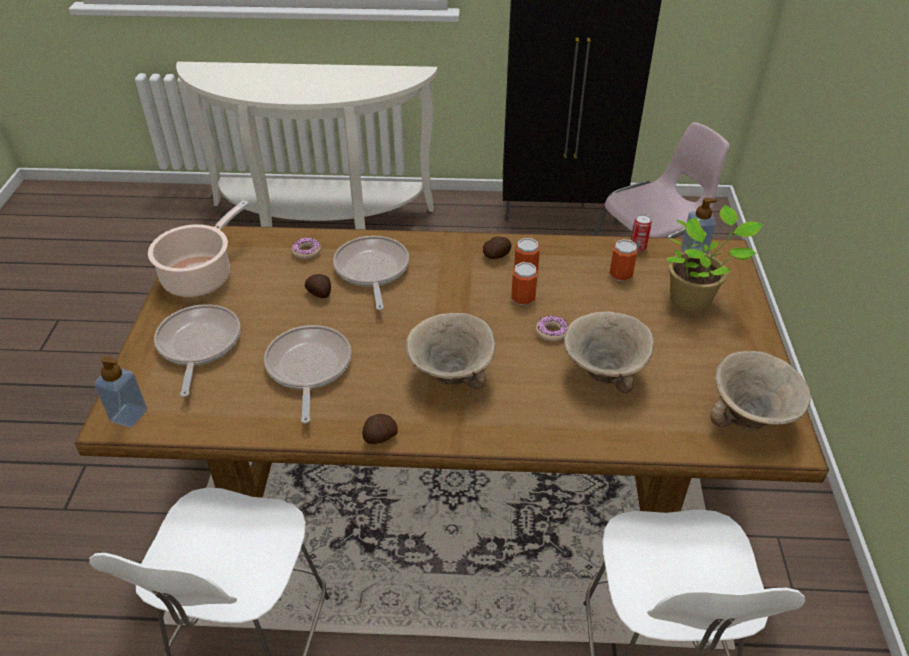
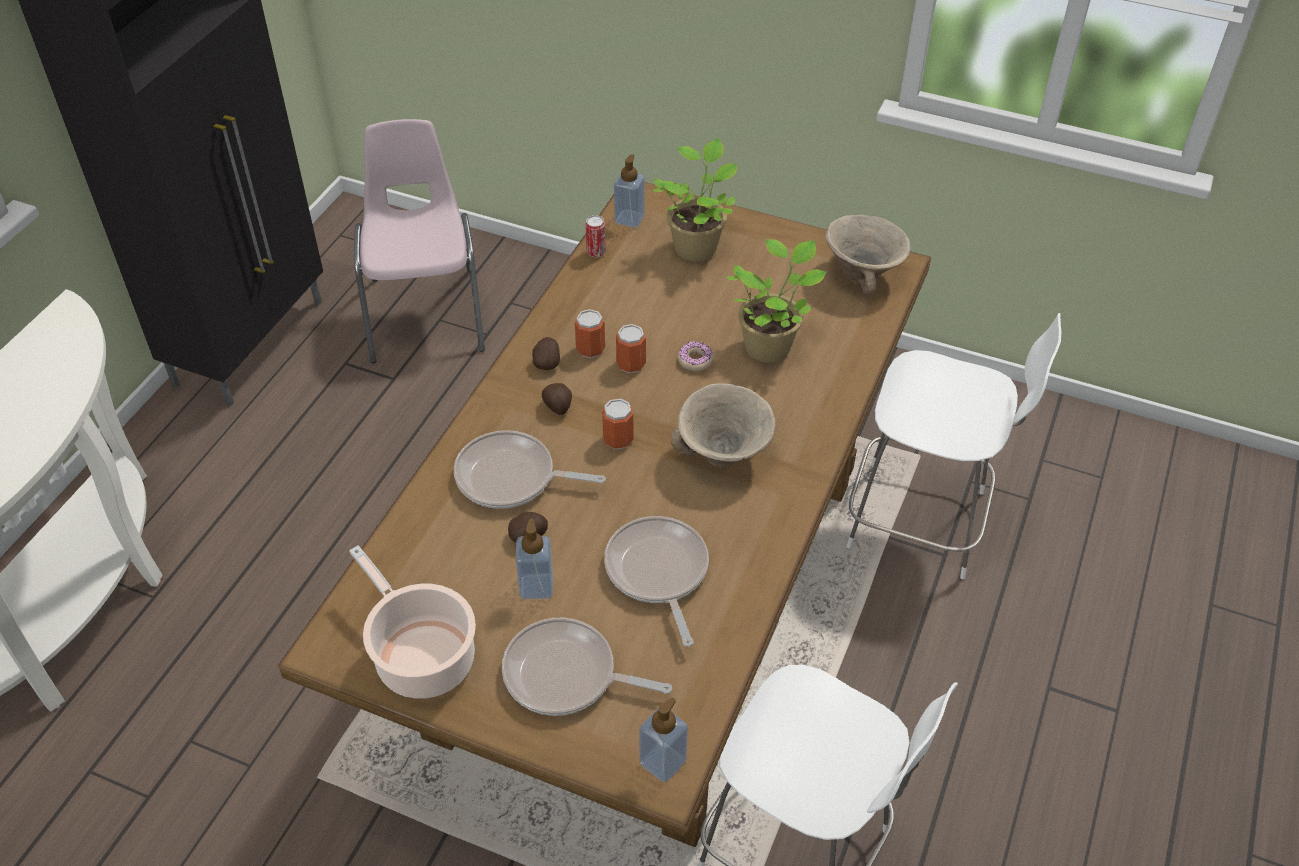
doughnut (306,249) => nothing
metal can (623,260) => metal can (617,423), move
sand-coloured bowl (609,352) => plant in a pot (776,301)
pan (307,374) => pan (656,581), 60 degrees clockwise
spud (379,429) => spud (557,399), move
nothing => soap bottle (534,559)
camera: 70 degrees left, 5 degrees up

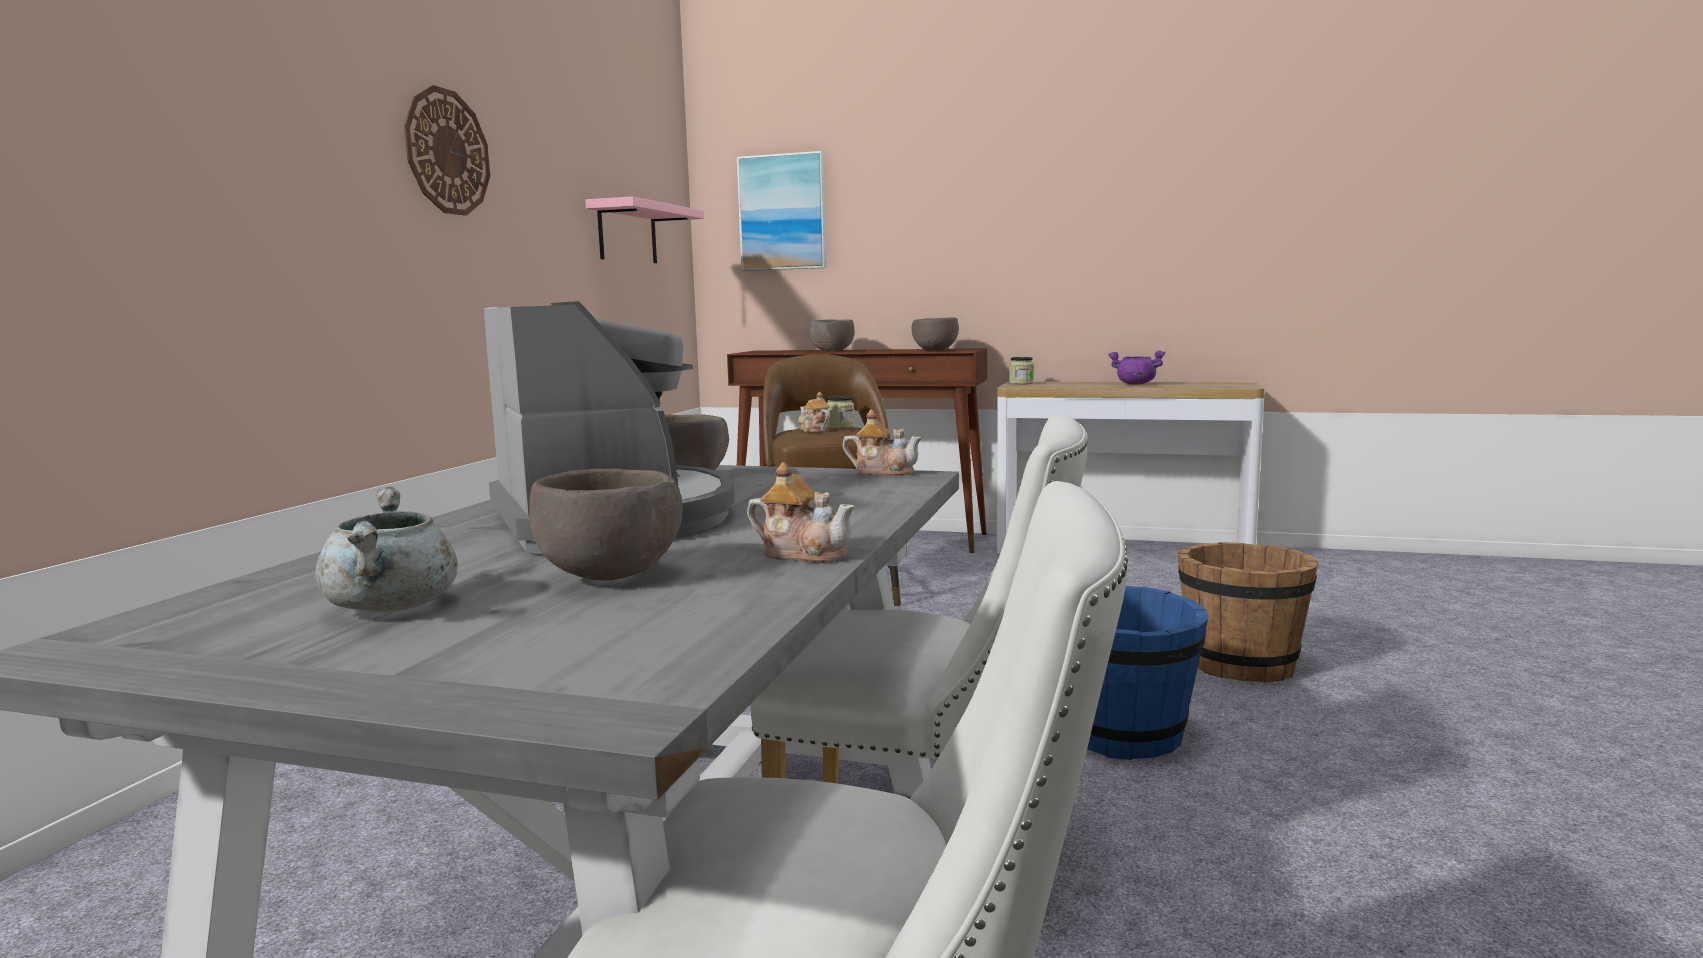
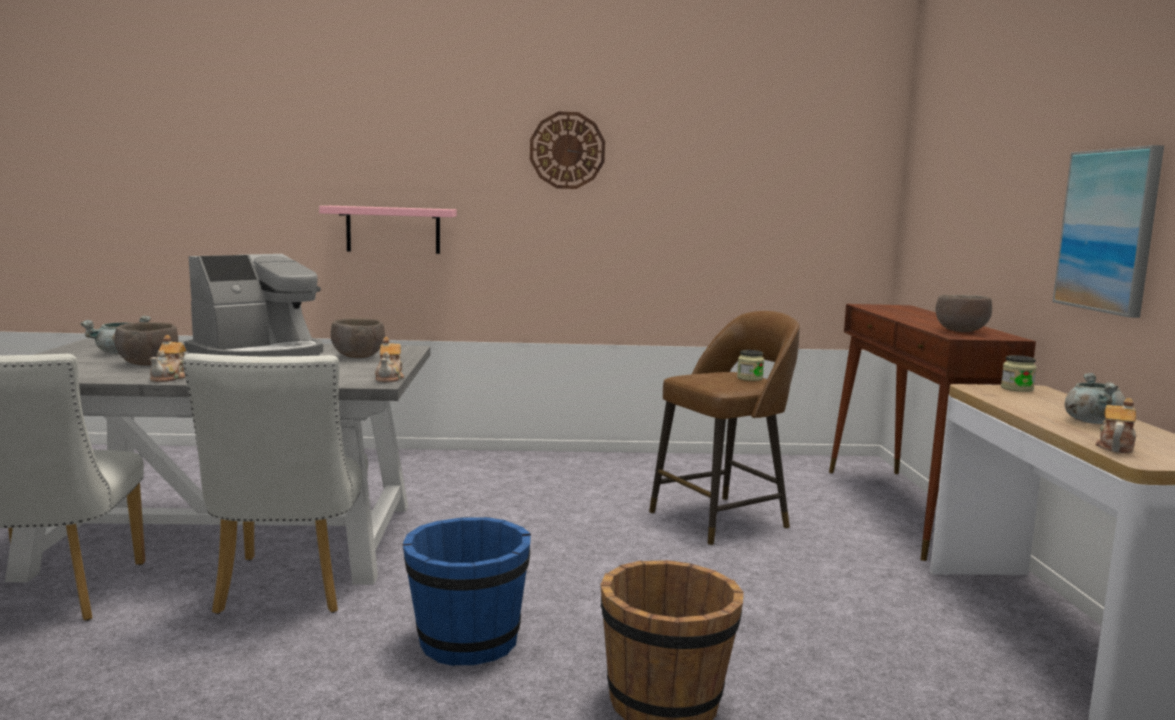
wall art (782,211) => wall art (1108,231), move
pinkish wall shelf (644,229) => pinkish wall shelf (388,230), move
brown-coloured bowl (832,335) => nothing
purple-coloured saucepot (1137,367) => grey saucepot (1095,398)
teapot (814,412) => teapot (1116,425), move
camera: 70 degrees right, 0 degrees up

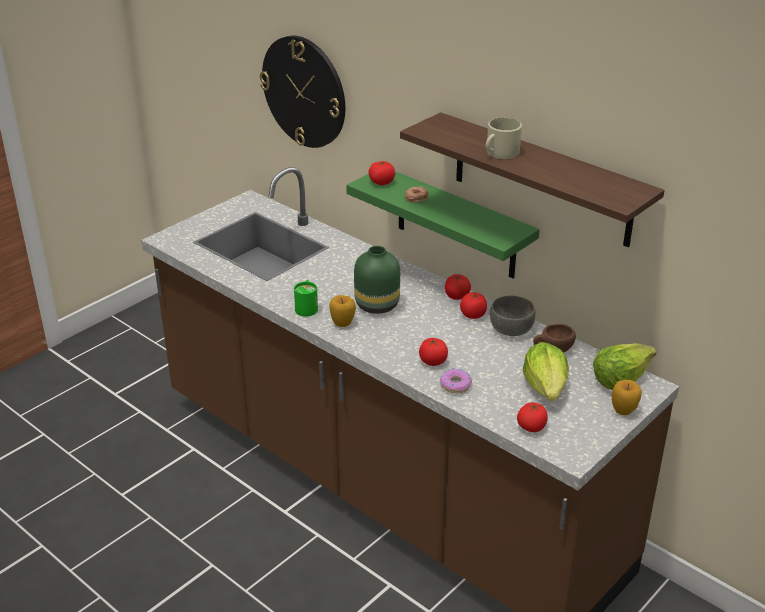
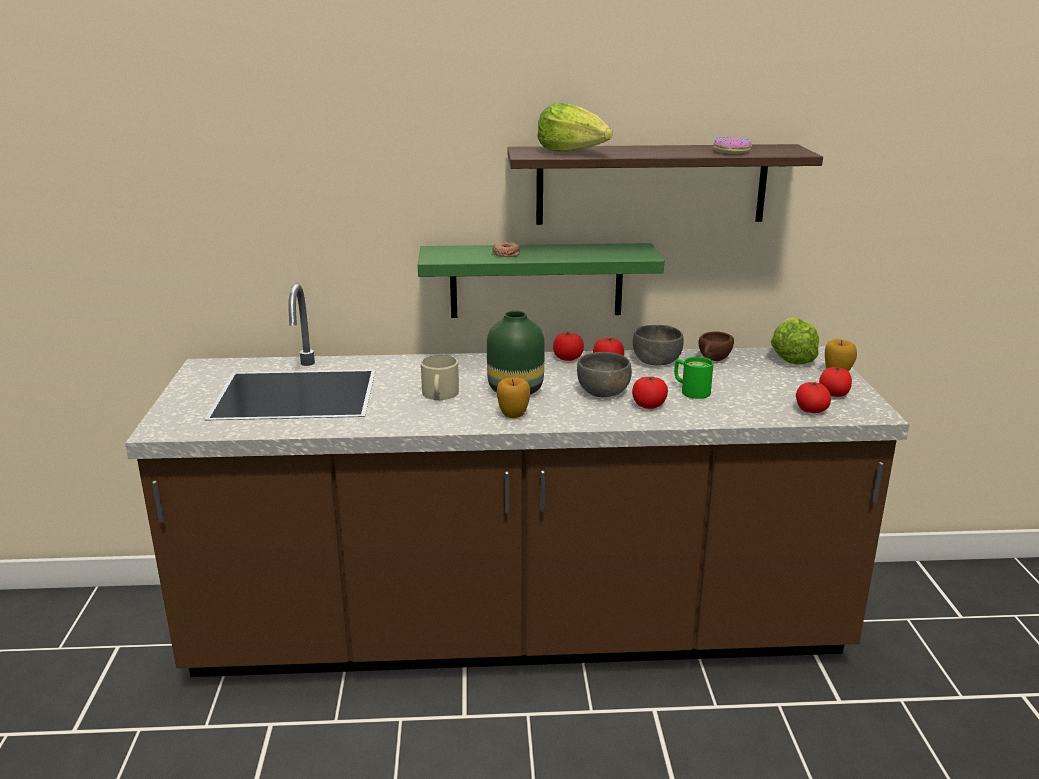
clock on the wall (302,91) => nothing
sand-coloured tea mug (504,138) => sand-coloured tea mug (440,377), move
fresh tomato (381,173) => fresh tomato (835,381), move
greenish tea mug (306,298) => greenish tea mug (694,378), move
head of lettuce (546,371) => head of lettuce (575,127), move
doughnut (456,380) => doughnut (732,145), move
nothing => grey bowl (604,374)
camera: 45 degrees left, 10 degrees down

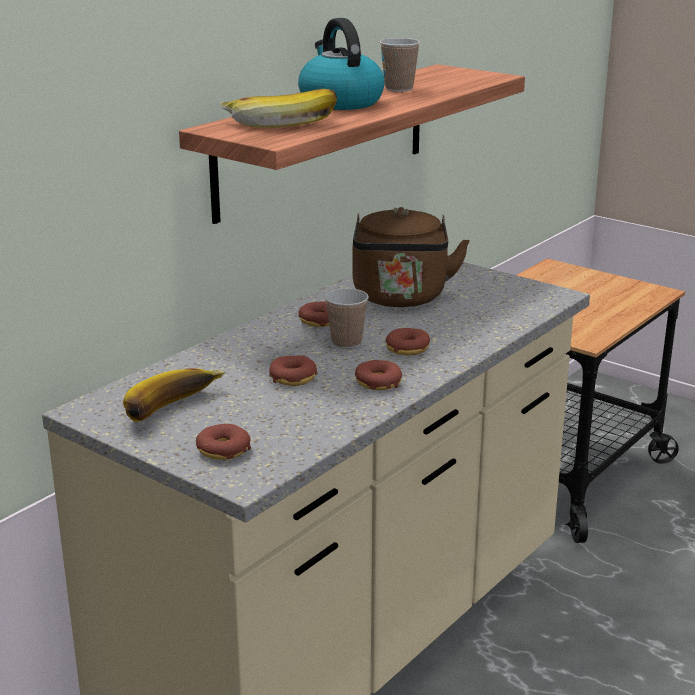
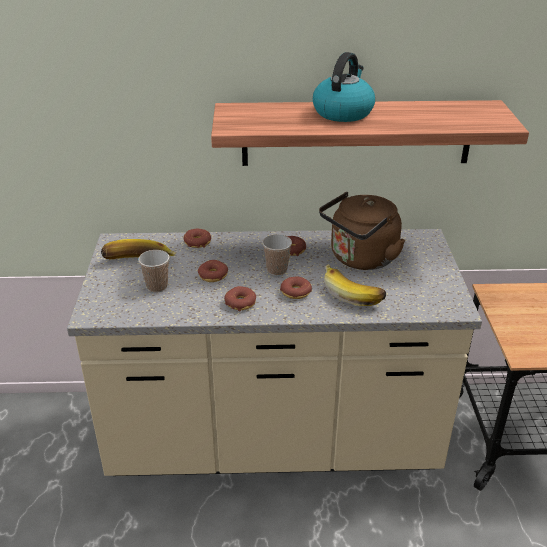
small cup (400,65) => small cup (153,271), move
banana (278,108) => banana (355,285), move
doughnut (223,442) => doughnut (197,238), move
camera: 50 degrees right, 10 degrees up

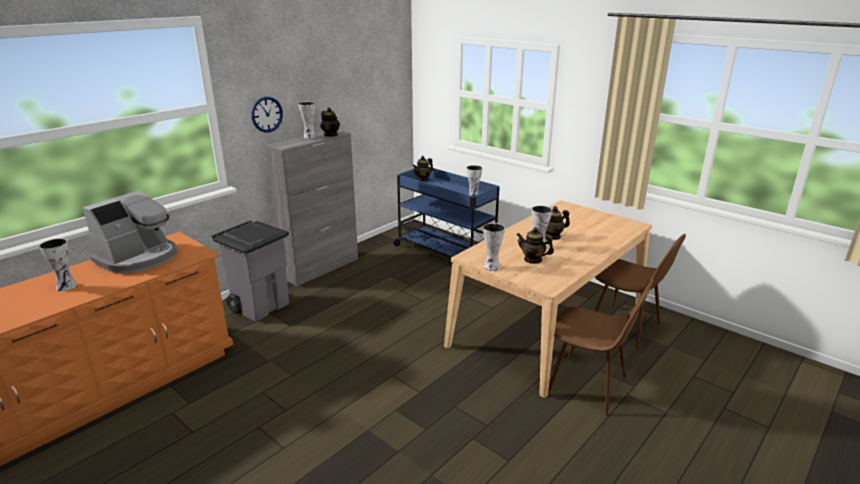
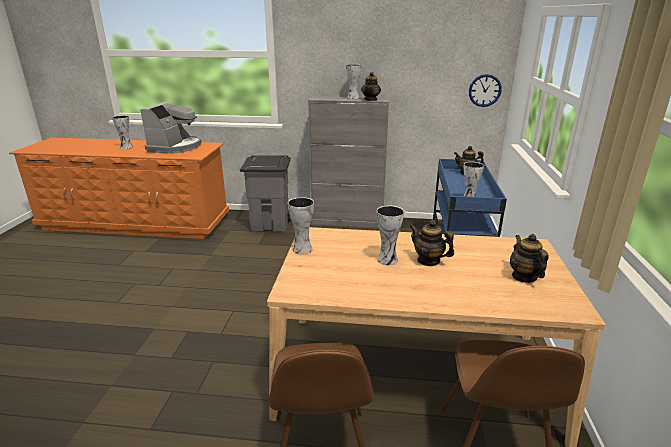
clock on the wall (267,115) => clock on the wall (485,90), move
coffee brewer (129,231) => coffee brewer (170,128), 75 degrees counterclockwise
teapot (535,245) => teapot (529,258), move
camera: 55 degrees right, 0 degrees up

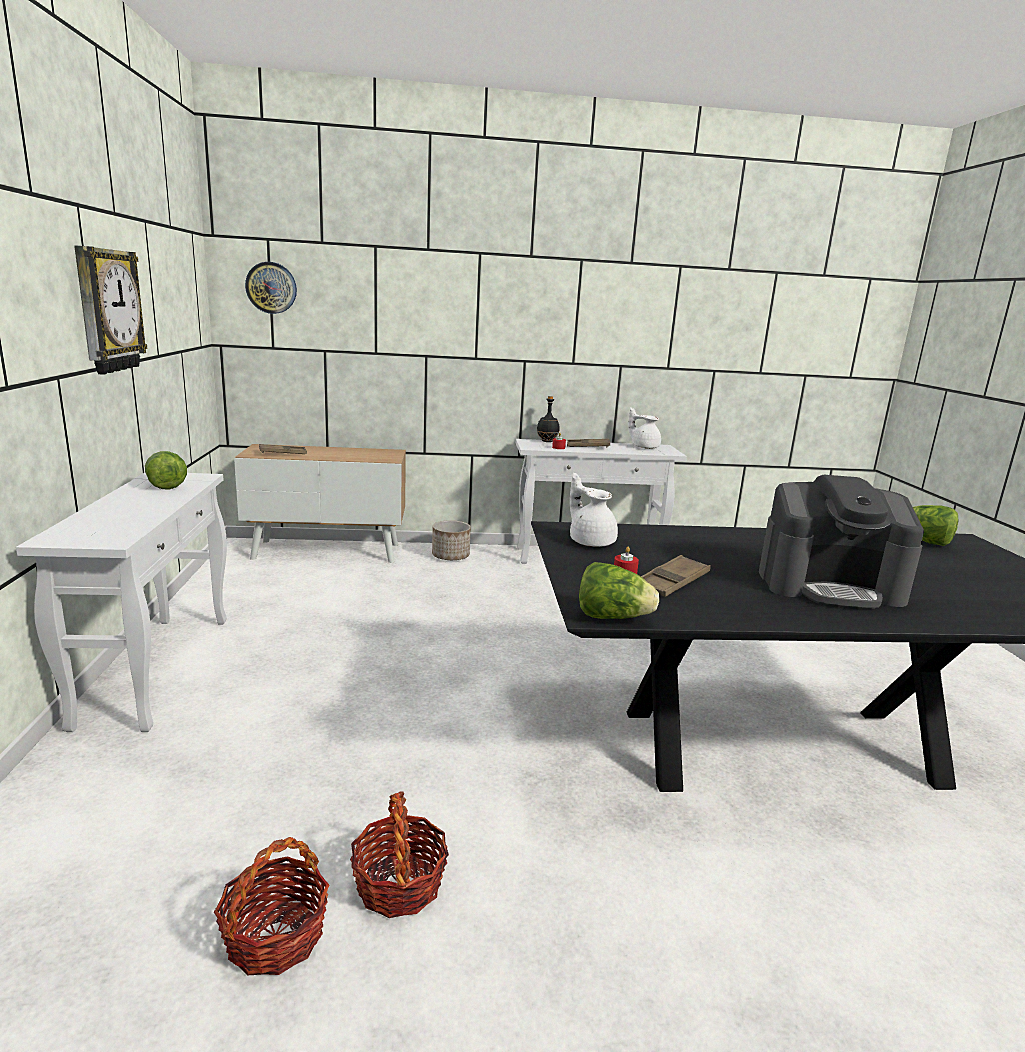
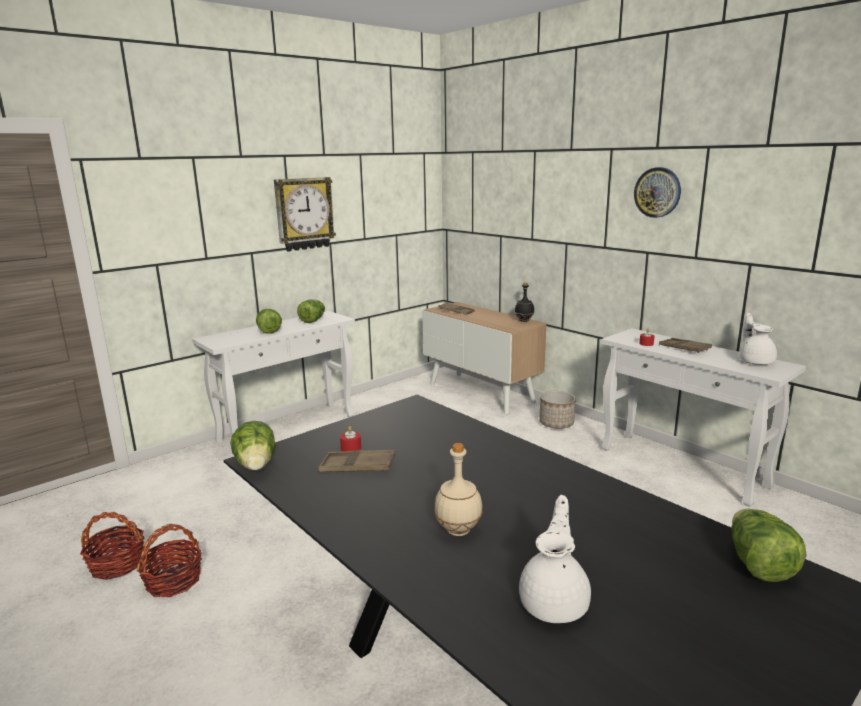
clock on the wall (271,288) => clock on the wall (657,192), move
black bottle (548,419) => black bottle (524,302), move
whitish teapot (594,510) => whitish teapot (555,559), move
coffee brewer (841,542) => sand-coloured bottle (458,489)
nothing => head of lettuce (269,321)
camera: 55 degrees right, 0 degrees up

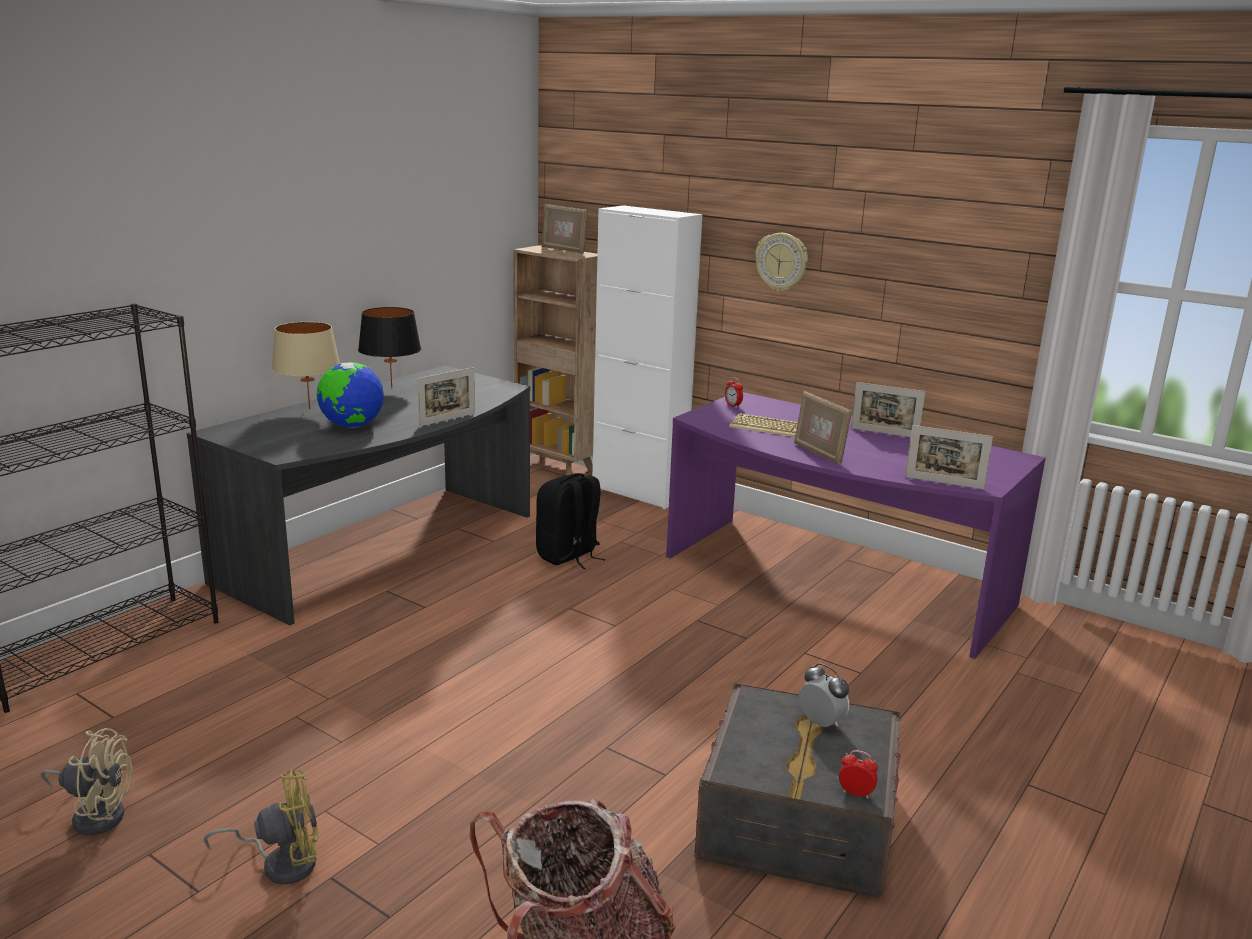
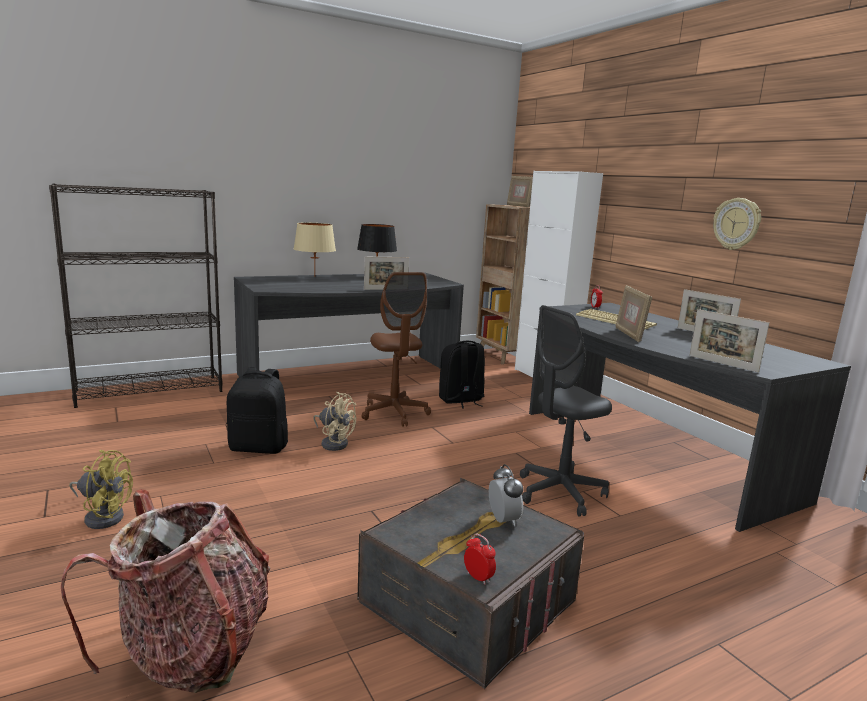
clock on the wall (781,262) => clock on the wall (737,224), move
globe (350,395) => nothing
purple-coloured desk table (856,525) => grey desk table (690,417)
sand-coloured fan (87,781) => sand-coloured fan (334,421), move
nothing => brown-coloured computer chair (396,349)
nothing => grey computer chair (566,410)
nothing => black backpack (257,411)
camera: 25 degrees right, 5 degrees down

